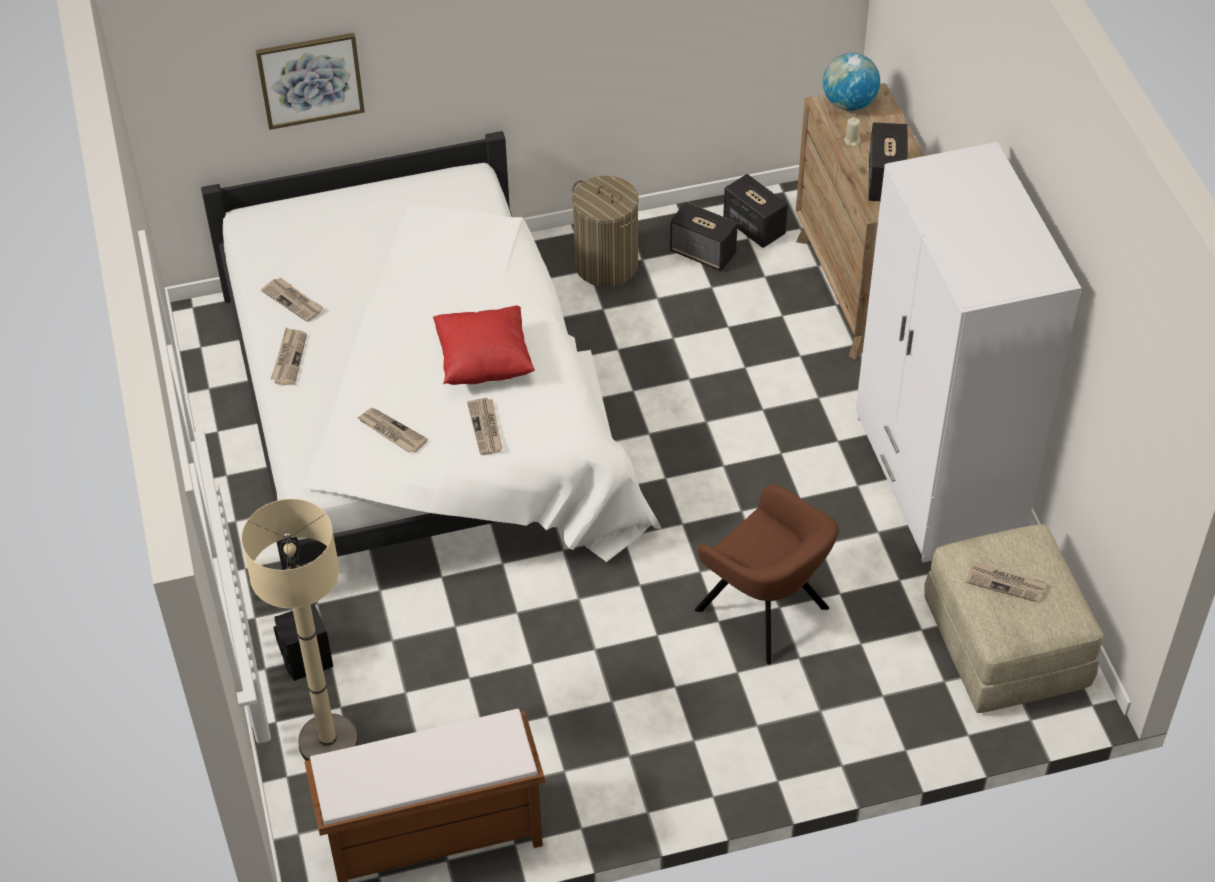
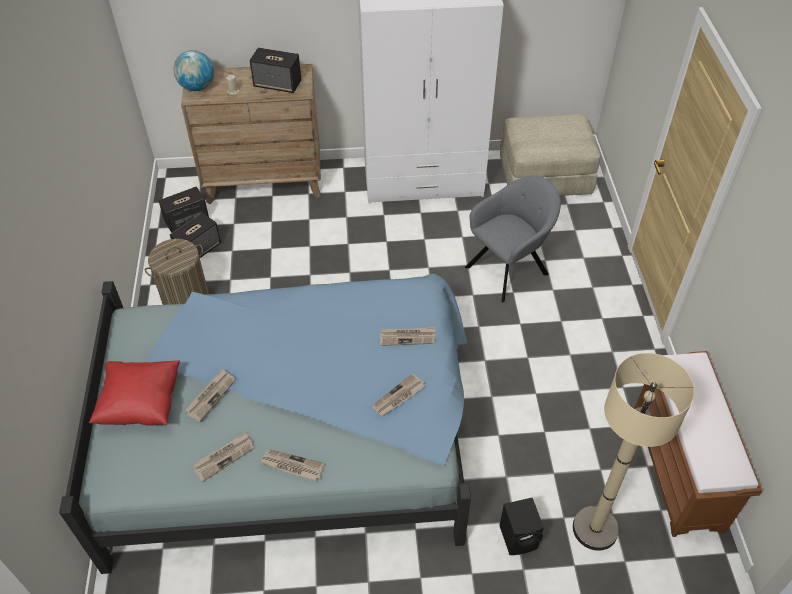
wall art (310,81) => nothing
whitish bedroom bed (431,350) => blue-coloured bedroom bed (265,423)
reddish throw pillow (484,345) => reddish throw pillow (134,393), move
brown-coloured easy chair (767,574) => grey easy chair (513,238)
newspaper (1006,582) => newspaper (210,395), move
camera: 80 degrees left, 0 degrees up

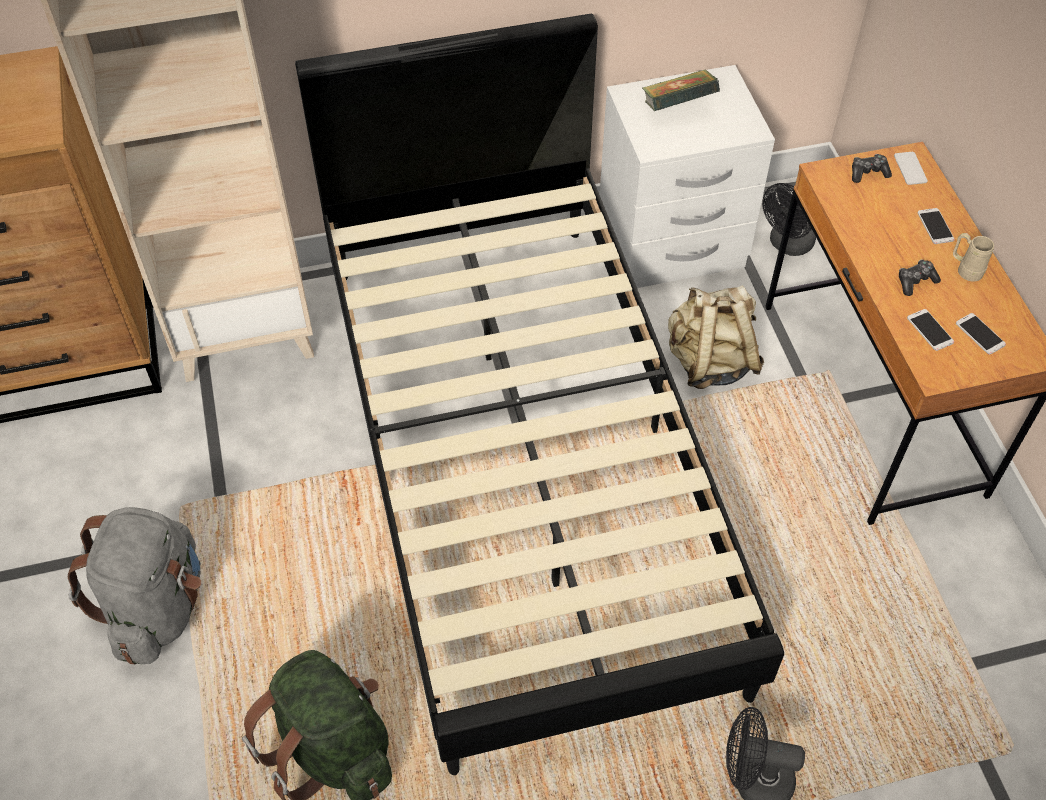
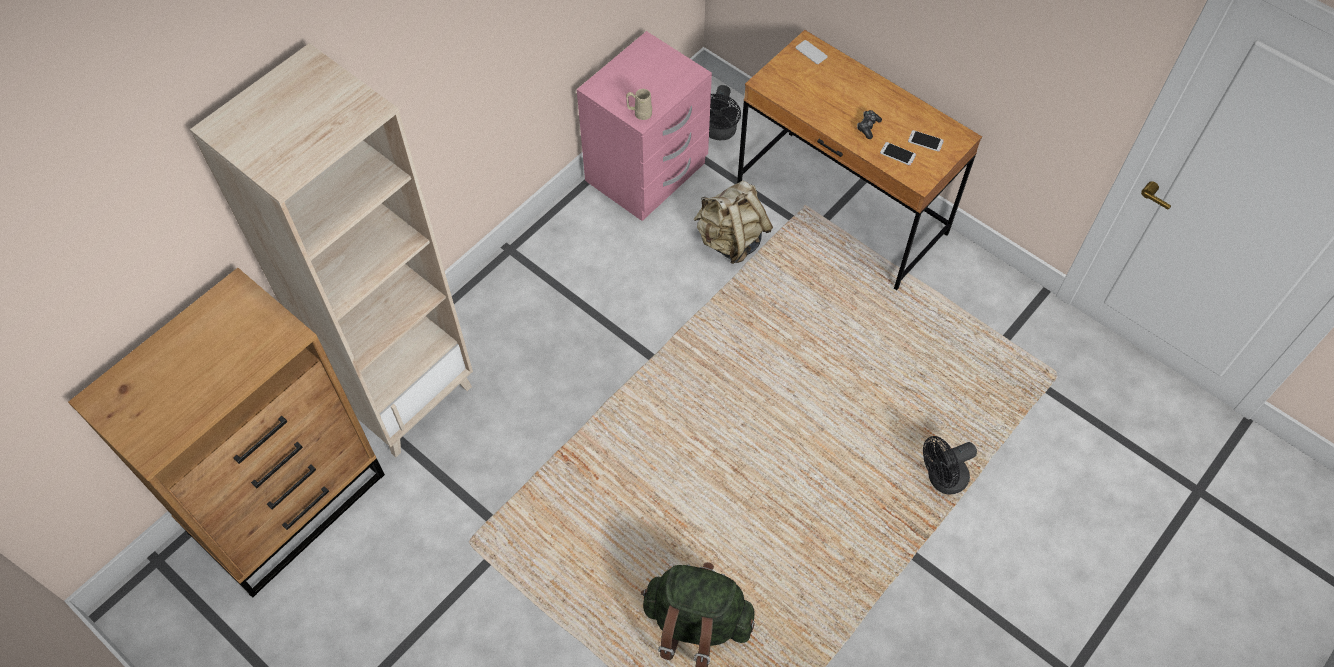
black bedroom bed (539,394) => nothing
whitish bedside table (687,176) => pinkish bedside table (644,126)
book (681,90) => nothing
gamepad (872,168) => nothing
telephone (936,226) => nothing
sand-coloured tea mug (973,257) => sand-coloured tea mug (639,104), move
grey backpack (134,585) => nothing
camera: 35 degrees left, 5 degrees up

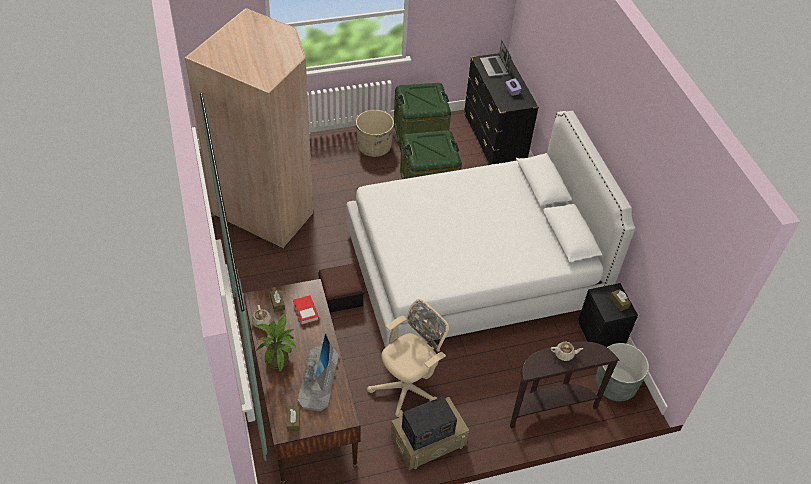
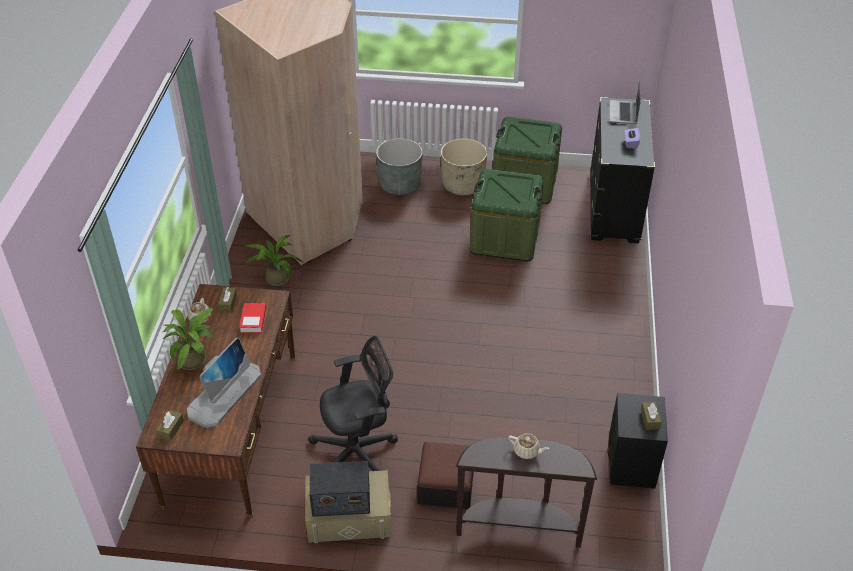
whitish bedroom bed (490,229) => nothing
ottoman (340,288) => ottoman (445,475), move
sand-coloured computer chair (408,358) => black computer chair (353,403)
grey plant pot (622,372) => grey plant pot (399,166), move
nothing => plant in a pot (273,260)
camera: 25 degrees right, 5 degrees down

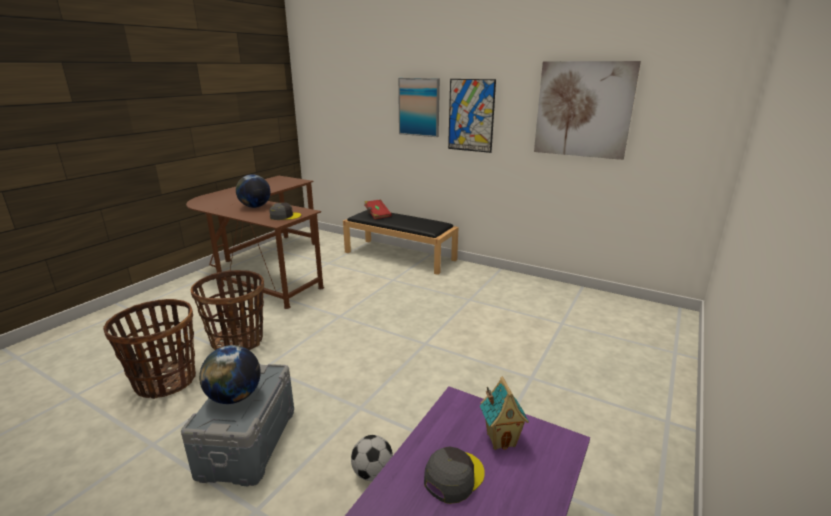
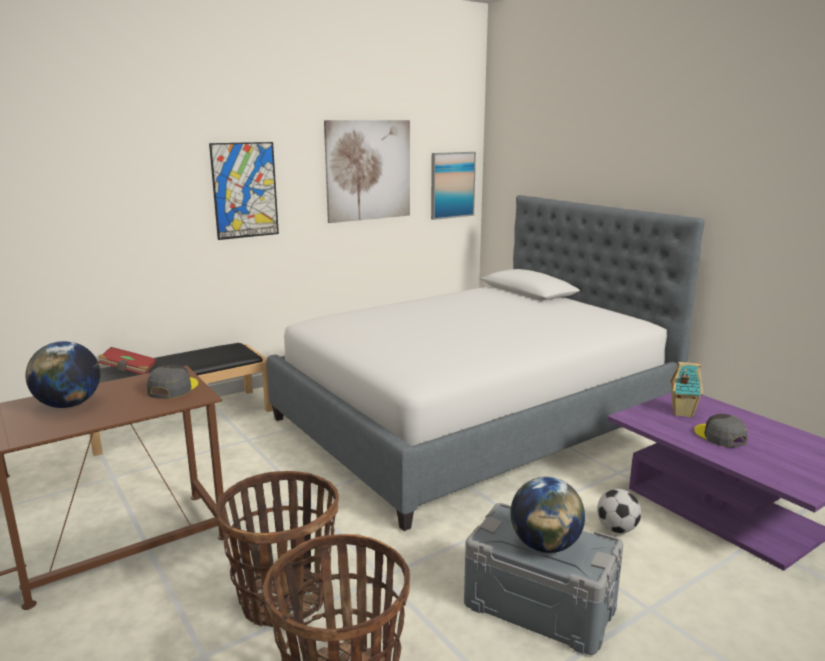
wall art (419,107) => wall art (453,186), move
nothing => bedroom bed (486,363)
camera: 65 degrees left, 5 degrees down

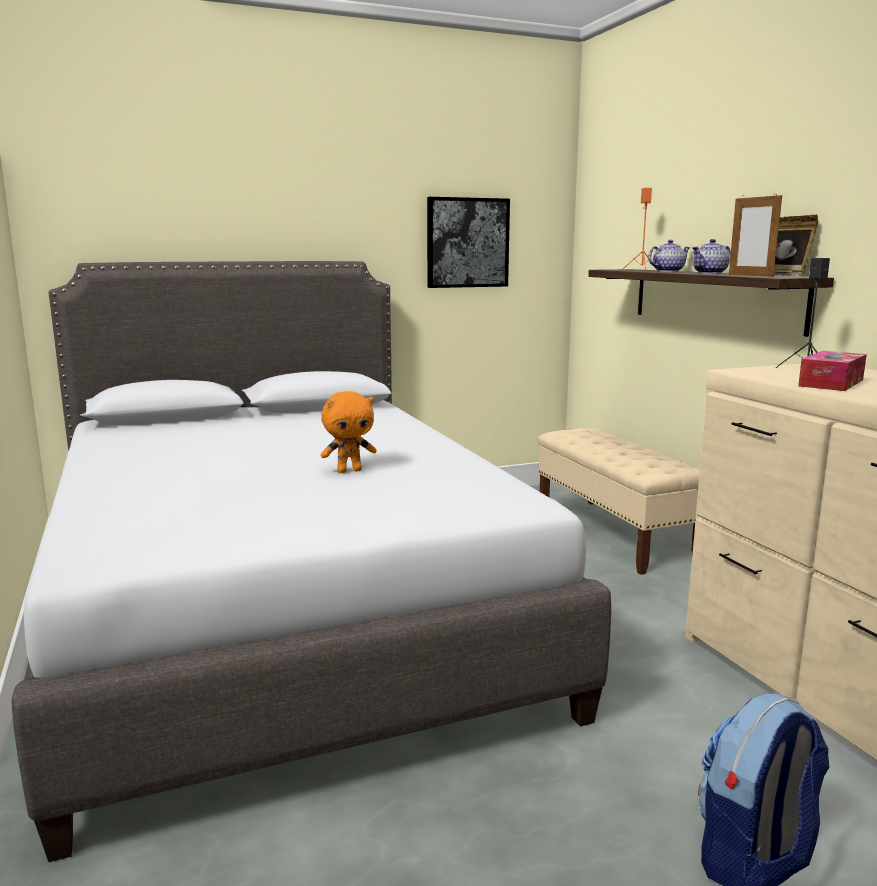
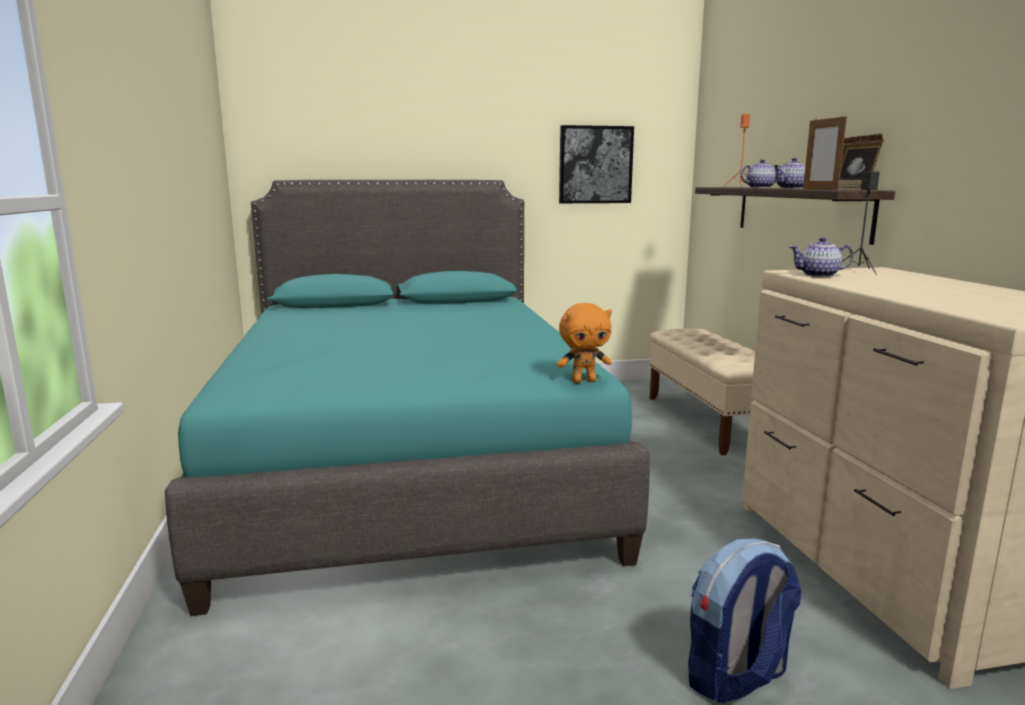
grey bedroom bed (311,561) => turquoise-coloured bedroom bed (407,398)
tissue holder (832,371) => nothing
orange-coloured plush toy (349,432) => orange-coloured plush toy (584,343), move
nothing => teapot (822,257)
camera: 10 degrees right, 0 degrees up

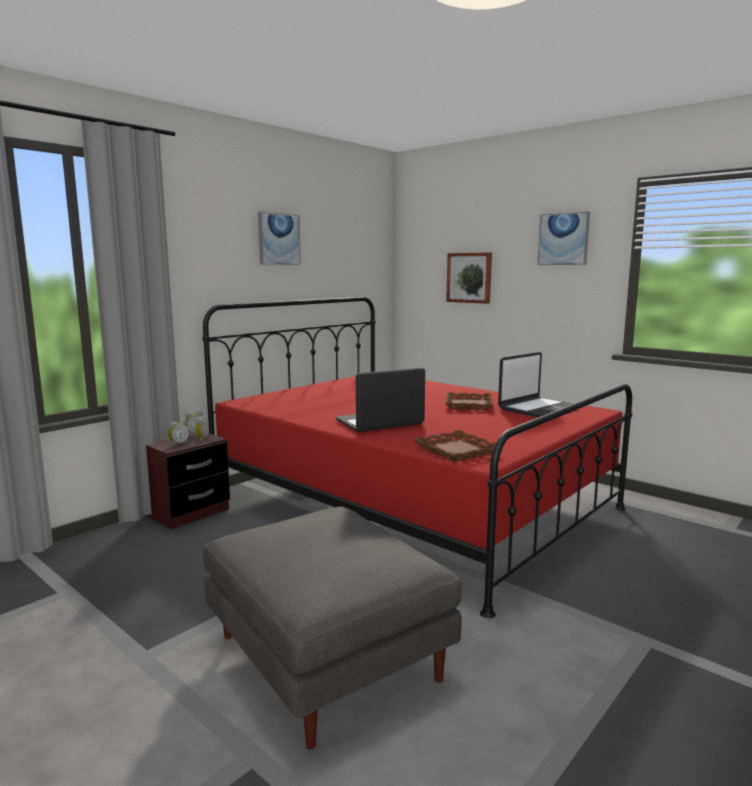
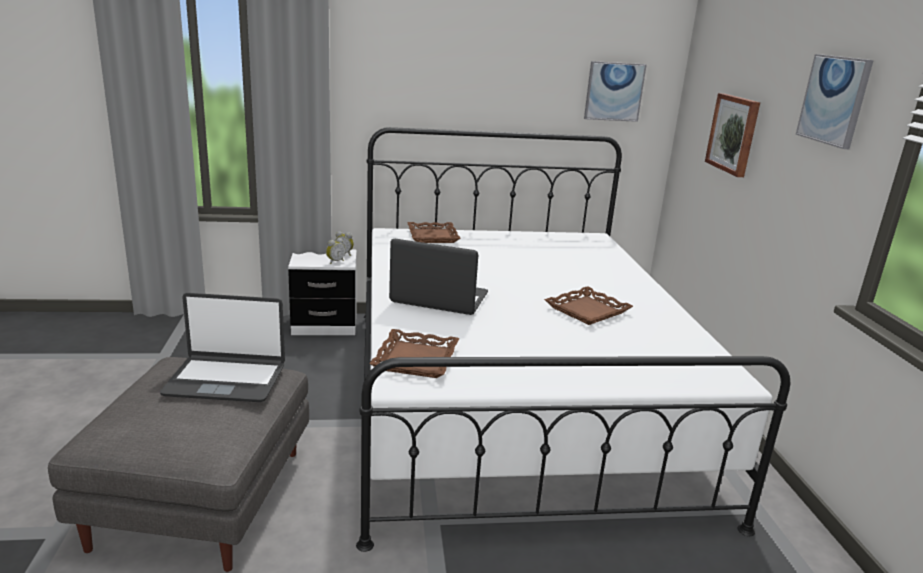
wall art (279,238) => wall art (615,91), move
reddish bedroom bed (417,457) => whitish bedroom bed (573,339)
portable computer (535,385) => portable computer (222,347), move
bedside clock (178,433) => nothing
brown-coloured bedside table (188,480) => whitish bedside table (322,292)
nothing => brown-coloured carrying tray (434,232)
camera: 40 degrees right, 10 degrees up

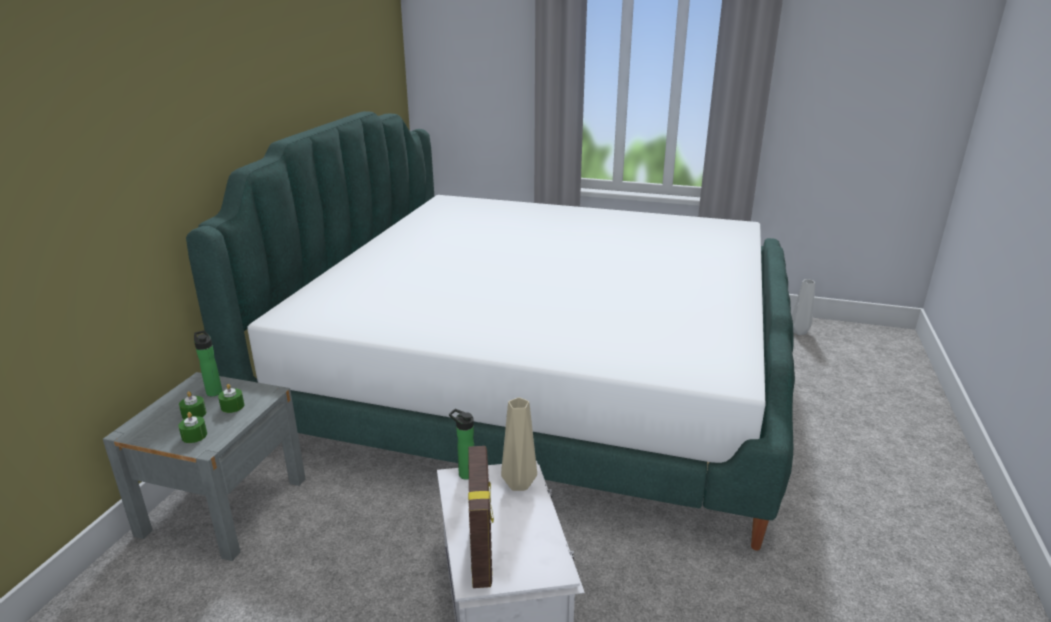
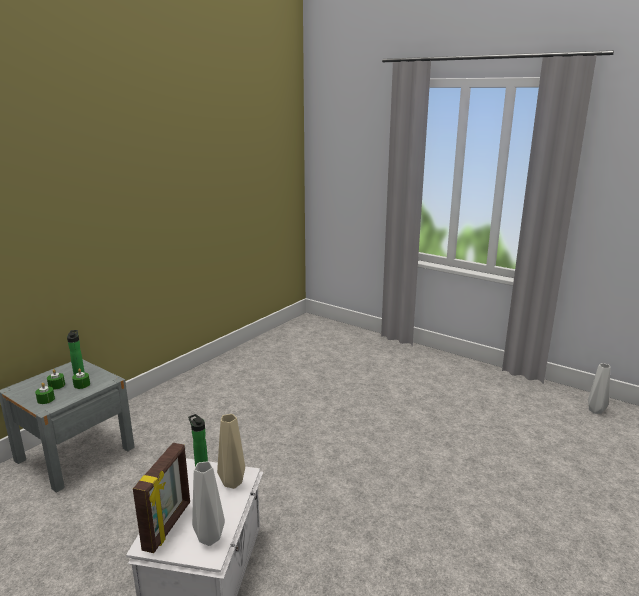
bedroom bed (490,330) => nothing
nothing => grey flower vase (208,503)
camera: 20 degrees right, 5 degrees down

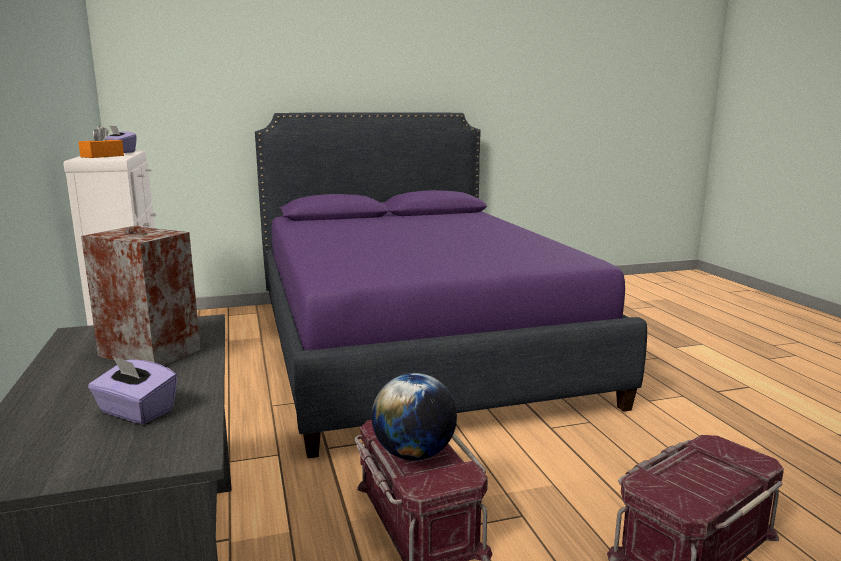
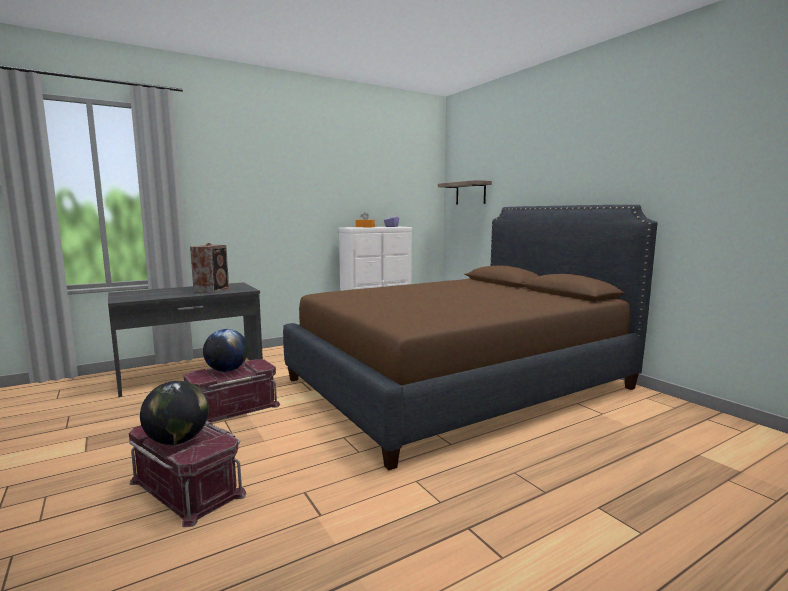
purple-coloured bedroom bed (451,285) => brown-coloured bedroom bed (470,337)
purple-coloured tissue holder (133,390) => nothing
nothing => wall shelf (465,192)
nothing => globe (174,413)
camera: 75 degrees right, 5 degrees down

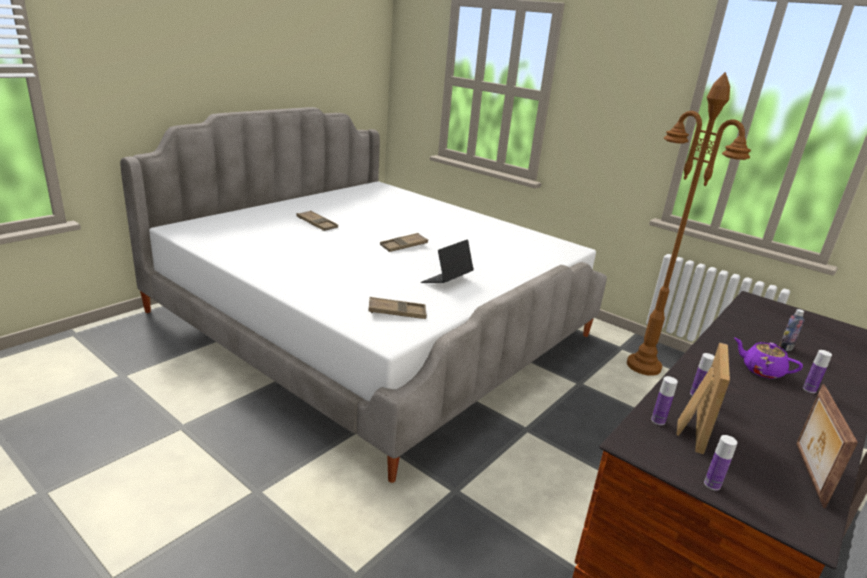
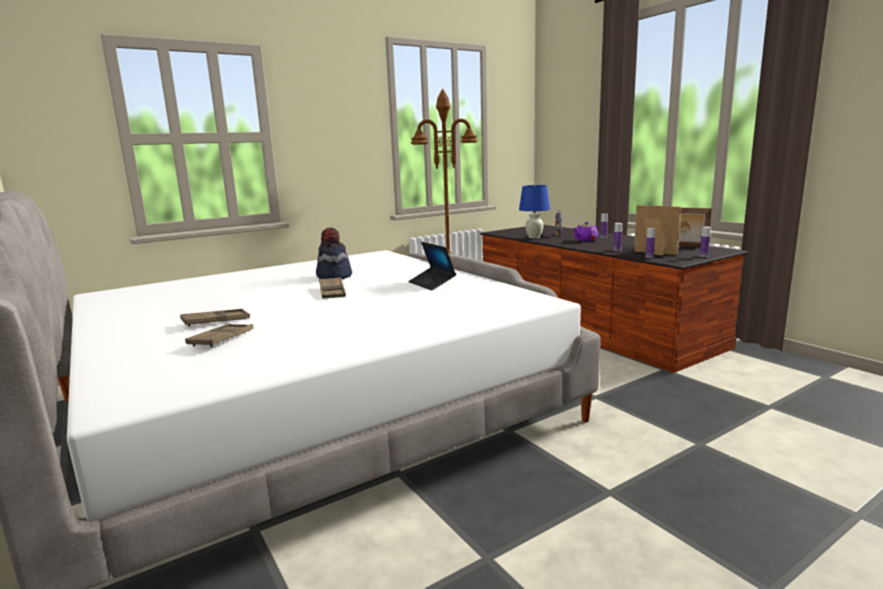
brown-coloured carrying tray (397,308) => brown-coloured carrying tray (219,335), move
nothing => blue-coloured tabletop lamp (534,211)
nothing => clothing hat (334,253)
camera: 70 degrees left, 10 degrees down

